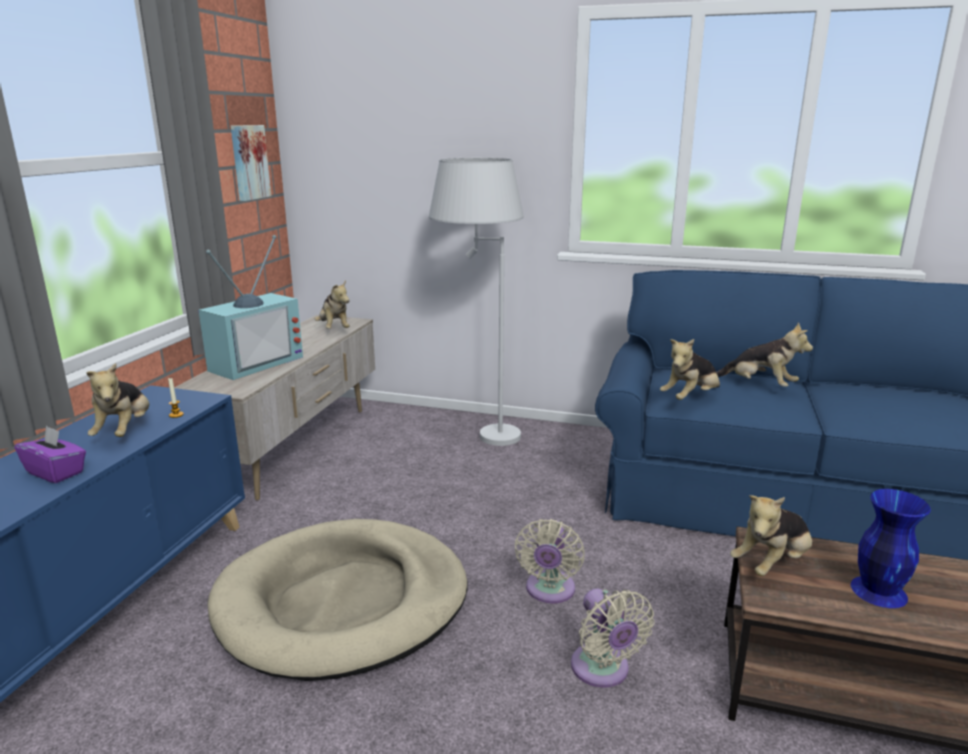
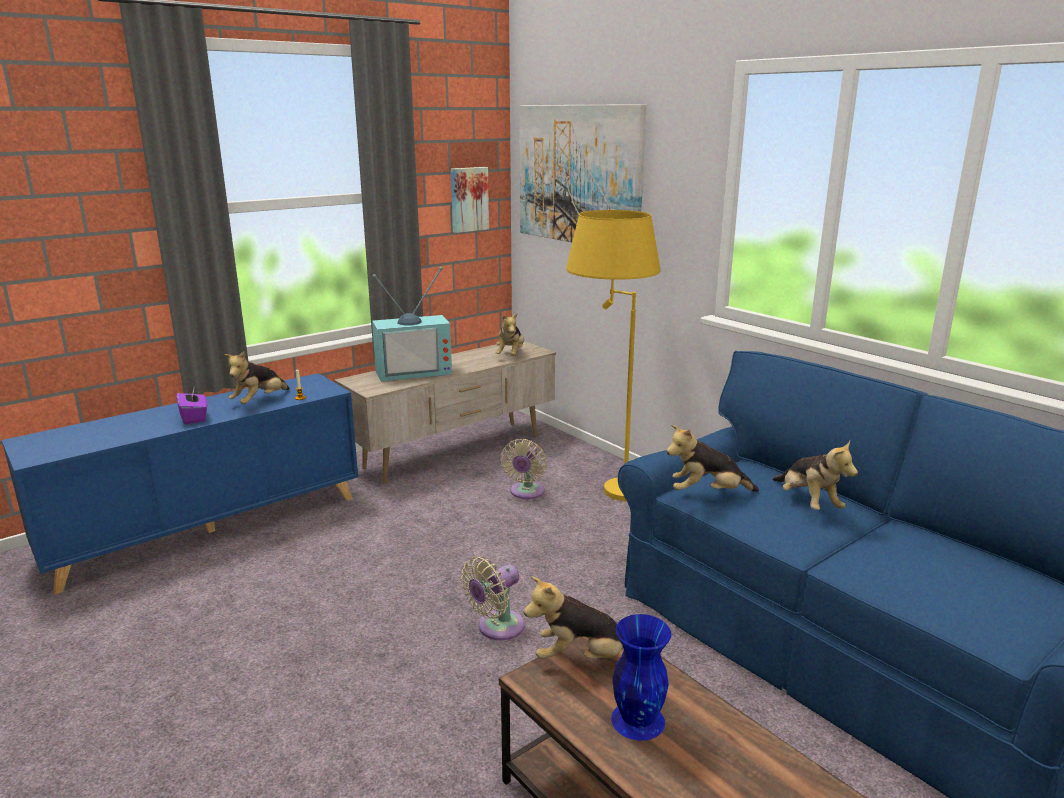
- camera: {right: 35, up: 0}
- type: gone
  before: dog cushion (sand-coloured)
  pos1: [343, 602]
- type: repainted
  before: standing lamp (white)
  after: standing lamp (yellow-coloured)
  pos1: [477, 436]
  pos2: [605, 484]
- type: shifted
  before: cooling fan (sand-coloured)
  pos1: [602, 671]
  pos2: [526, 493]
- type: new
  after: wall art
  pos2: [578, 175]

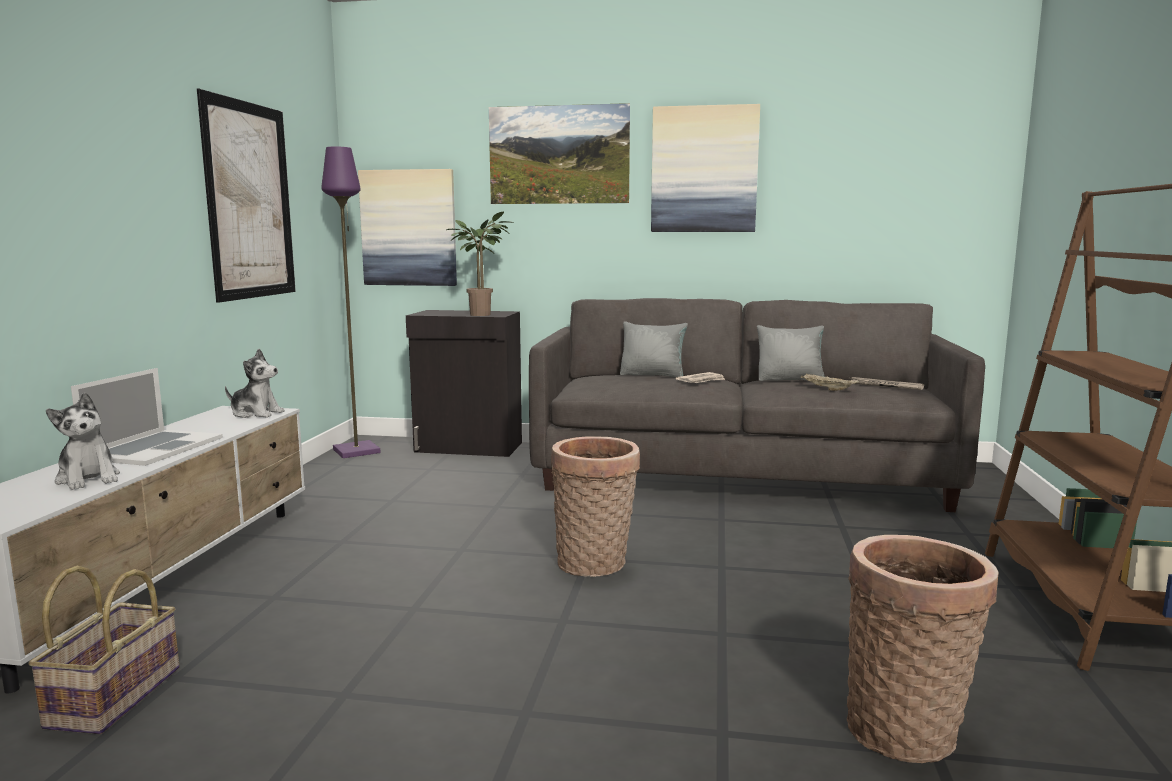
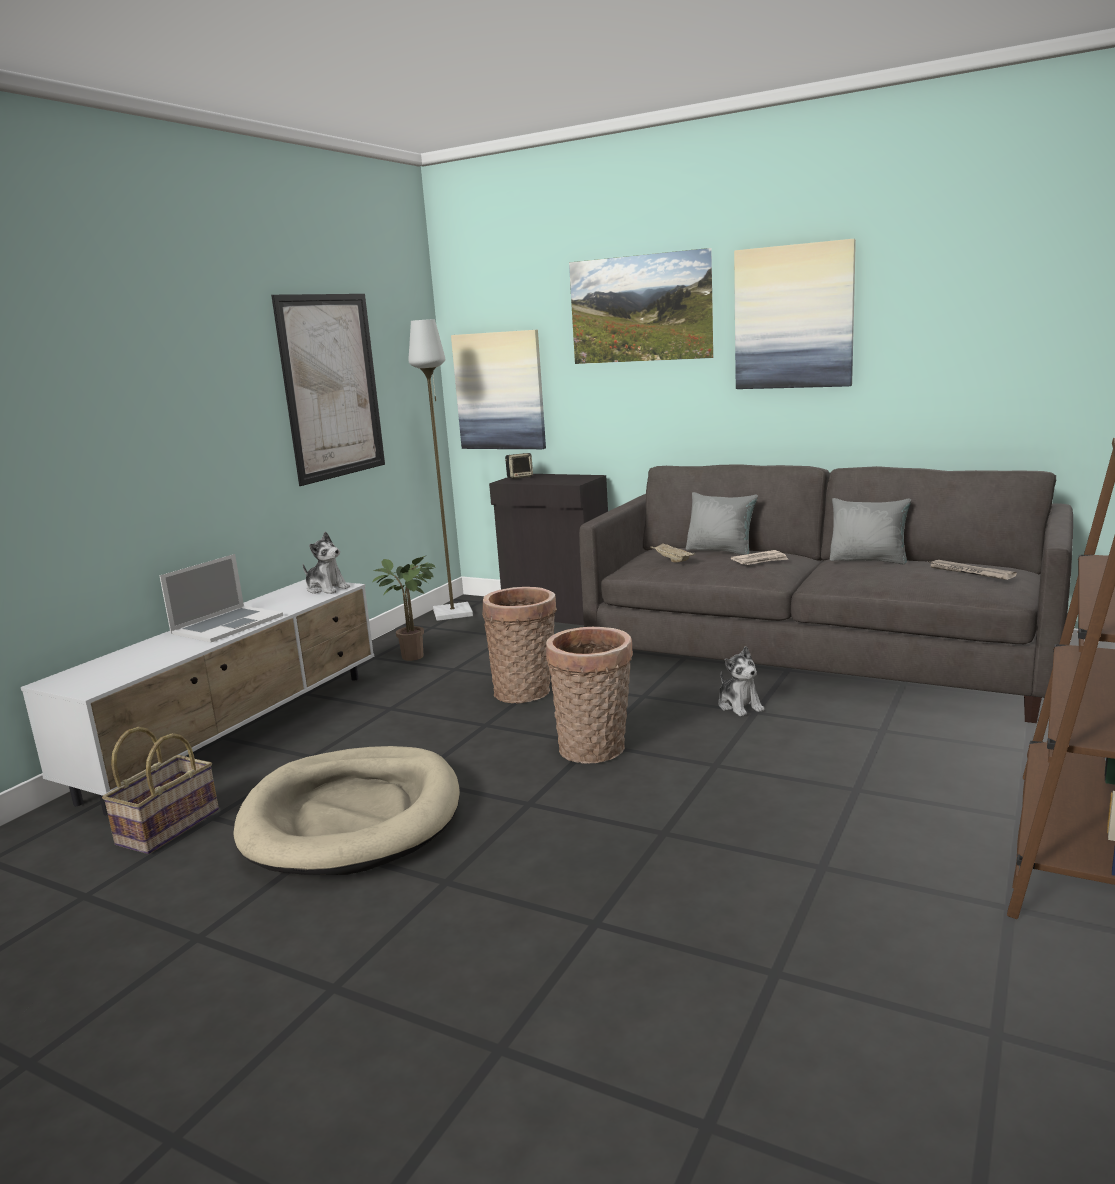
- camera: {right: 20, up: 5}
- type: shifted
  before: soft toy
  pos1: [88, 479]
  pos2: [739, 706]
- type: repainted
  before: standing lamp (purple-coloured)
  after: standing lamp (greyish)
  pos1: [357, 451]
  pos2: [453, 613]
- type: shifted
  before: potted plant
  pos1: [483, 314]
  pos2: [417, 656]
- type: shifted
  before: tray (sand-coloured)
  pos1: [827, 389]
  pos2: [671, 560]
- type: shifted
  before: basket
  pos1: [907, 729]
  pos2: [526, 692]
- type: new
  after: dog cushion (sand-coloured)
  pos2: [352, 817]
- type: new
  after: speaker
  pos2: [520, 477]

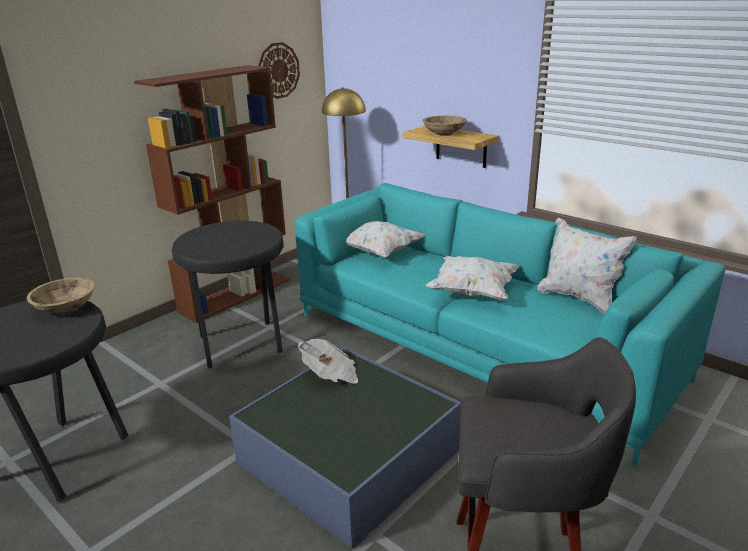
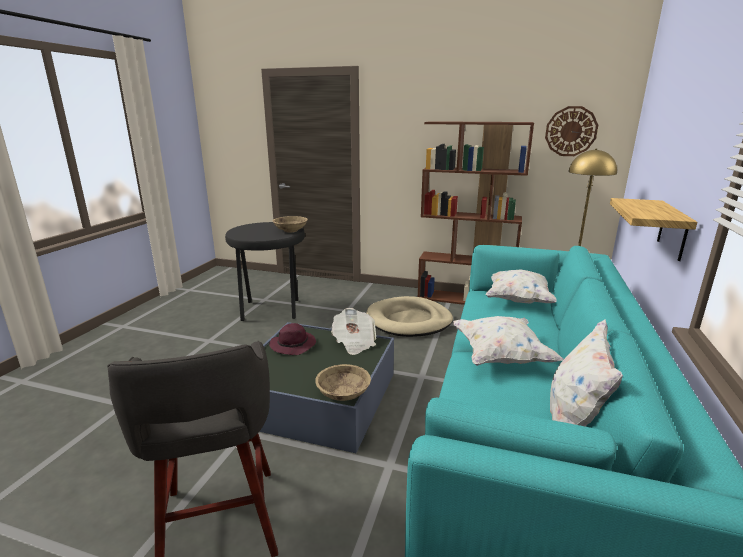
- camera: {right: 65, up: -5}
- type: swapped
  before: stool (blackish)
  after: dog cushion (sand-coloured)
  pos1: [242, 345]
  pos2: [409, 320]
- type: shifted
  before: deep dish (sand-coloured)
  pos1: [444, 133]
  pos2: [343, 394]
- type: new
  after: clothing hat (purple-coloured)
  pos2: [294, 345]

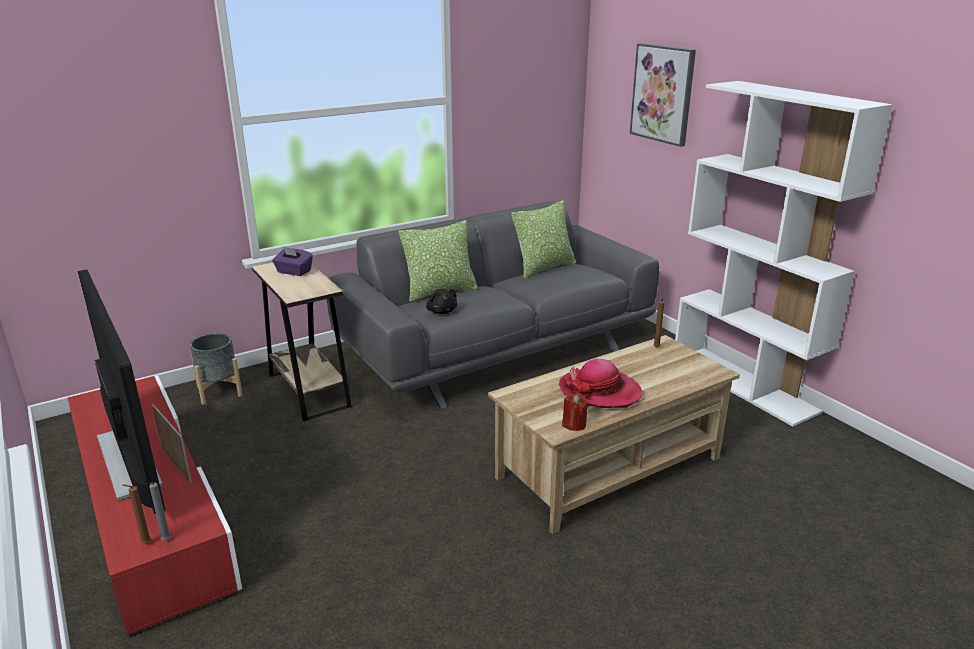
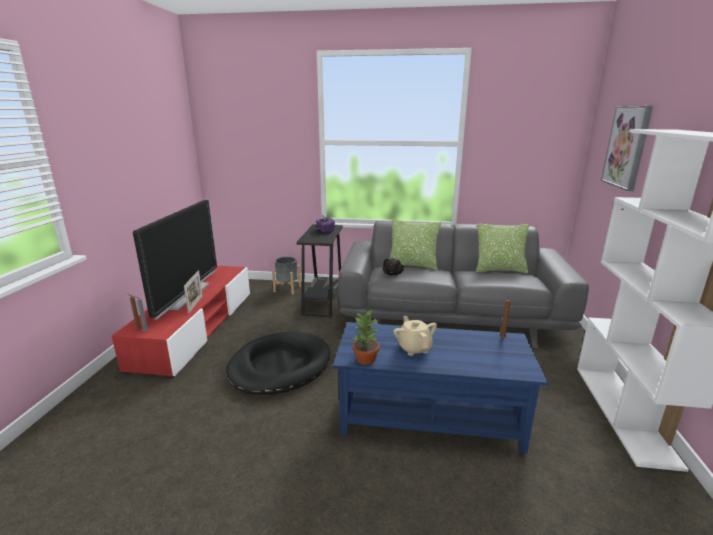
- camera: {right: 40, up: -5}
- type: repainted
  before: accent table (sand-coloured)
  after: accent table (blackish)
  pos1: [309, 390]
  pos2: [323, 302]
- type: repainted
  before: coffee table (sand-coloured)
  after: coffee table (blue-coloured)
  pos1: [609, 467]
  pos2: [430, 416]
- type: swapped
  before: clothing hat
  after: teapot (sand-coloured)
  pos1: [600, 391]
  pos2: [414, 348]
- type: swapped
  before: wax candle (reddish)
  after: potted plant
  pos1: [574, 424]
  pos2: [365, 359]
- type: new
  after: dog cushion (blackish)
  pos2: [279, 366]

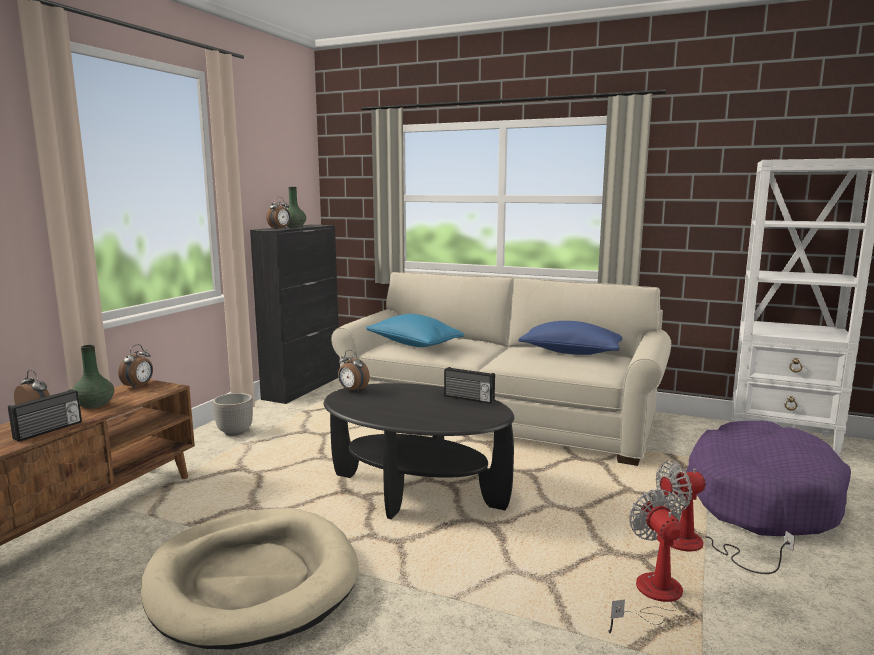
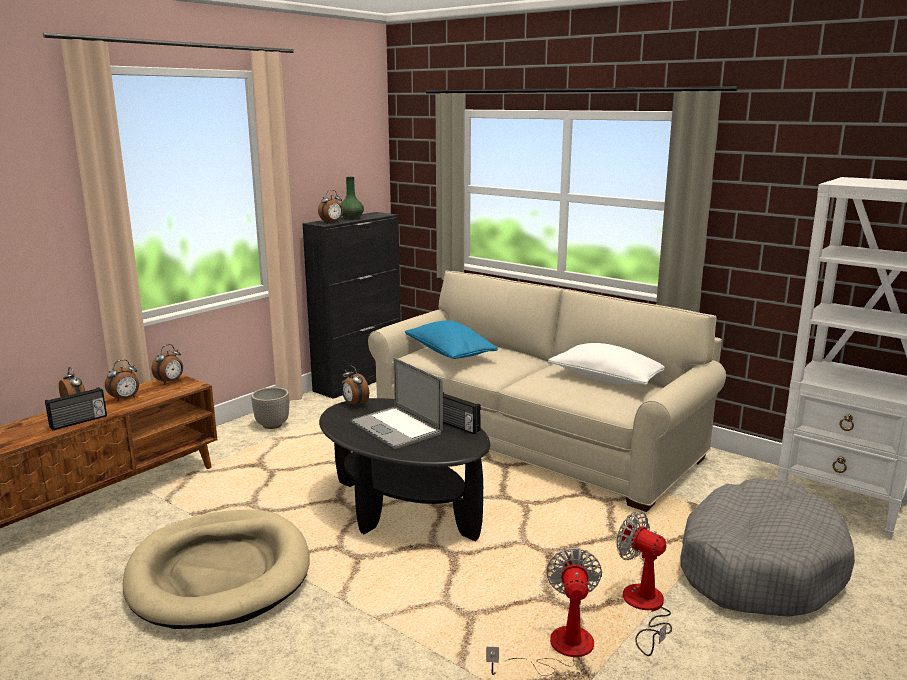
- camera: {right: 15, up: 5}
- type: swapped
  before: flower vase (green)
  after: alarm clock
  pos1: [94, 405]
  pos2: [125, 399]
- type: repainted
  before: throw pillow (blue-coloured)
  after: throw pillow (white)
  pos1: [571, 352]
  pos2: [607, 379]
- type: rotated
  before: cooling fan
  pos1: [698, 547]
  pos2: [644, 609]
  turn: 45
- type: repainted
  before: dog cushion (purple-coloured)
  after: dog cushion (greyish)
  pos1: [760, 497]
  pos2: [758, 566]
- type: new
  after: notebook computer
  pos2: [396, 428]

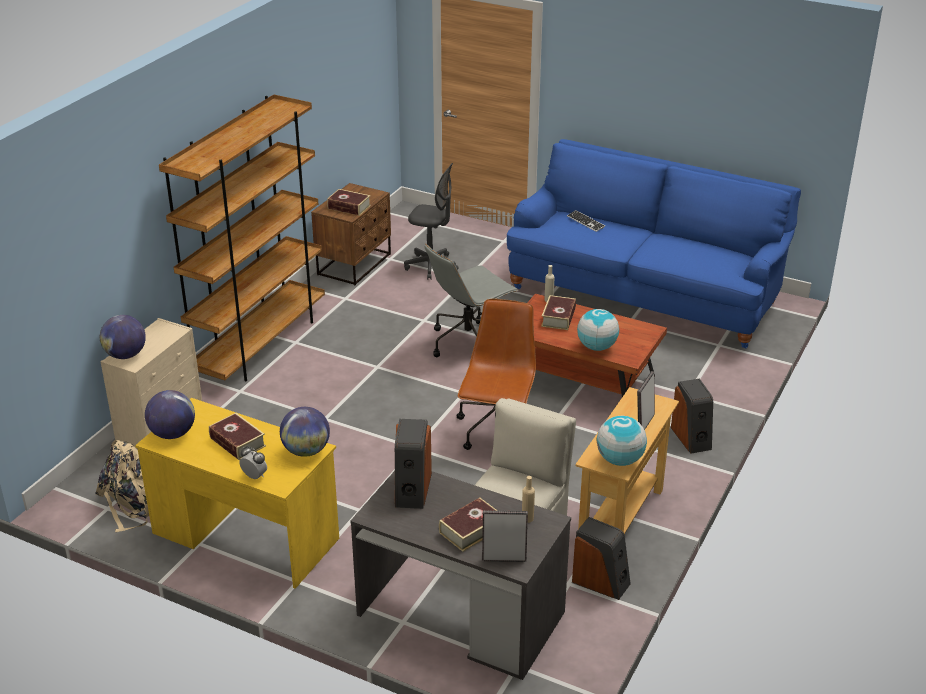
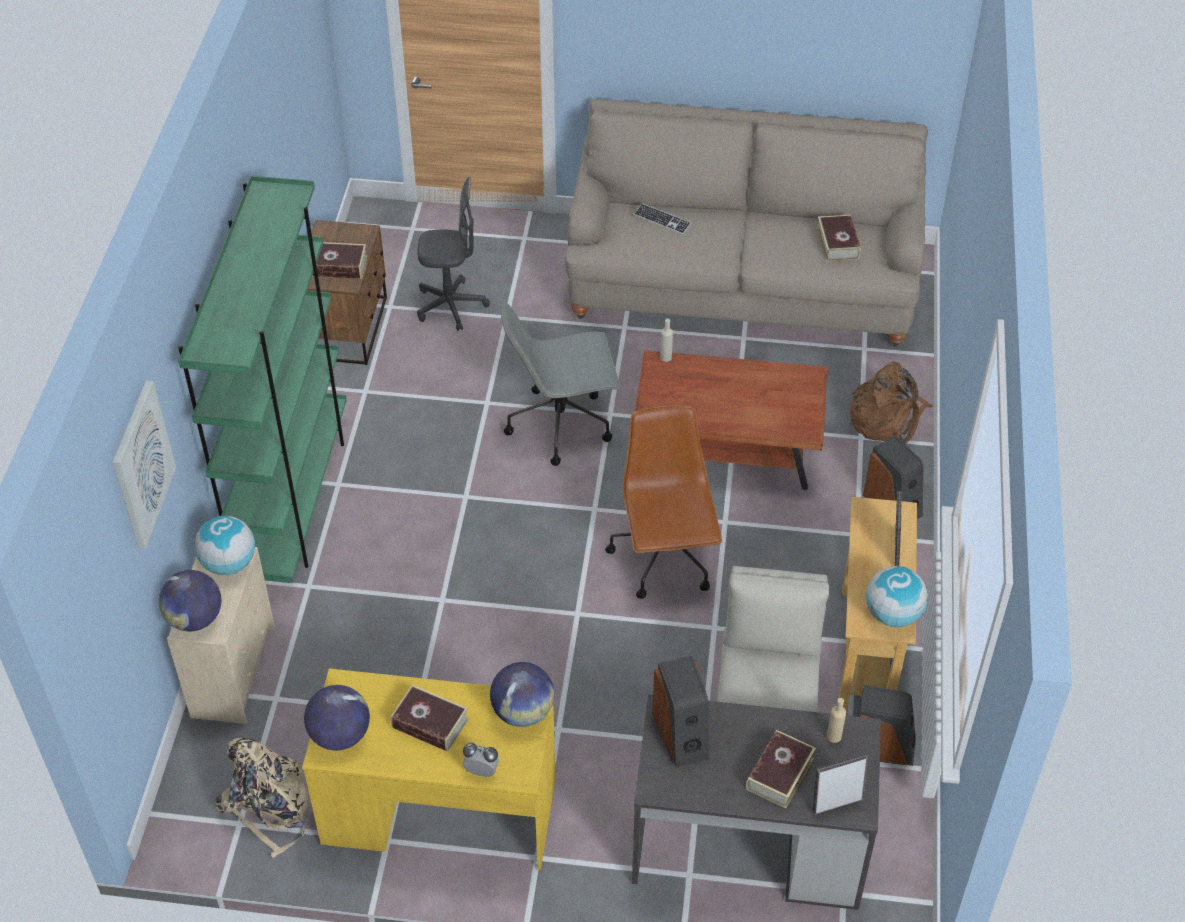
- camera: {right: -20, up: 15}
- type: repainted
  before: shelving unit (brown)
  after: shelving unit (green)
  pos1: [260, 344]
  pos2: [293, 500]
- type: rotated
  before: computer chair (greyish)
  pos1: [469, 342]
  pos2: [561, 424]
  turn: 45
- type: repainted
  before: couch (blue-coloured)
  after: couch (sand-coloured)
  pos1: [645, 293]
  pos2: [741, 285]
- type: shifted
  before: bound book
  pos1: [558, 317]
  pos2: [837, 243]
- type: shifted
  before: world globe
  pos1: [596, 347]
  pos2: [229, 564]
- type: new
  after: wall art
  pos2: [141, 464]
- type: new
  after: rucksack (brown)
  pos2: [887, 419]

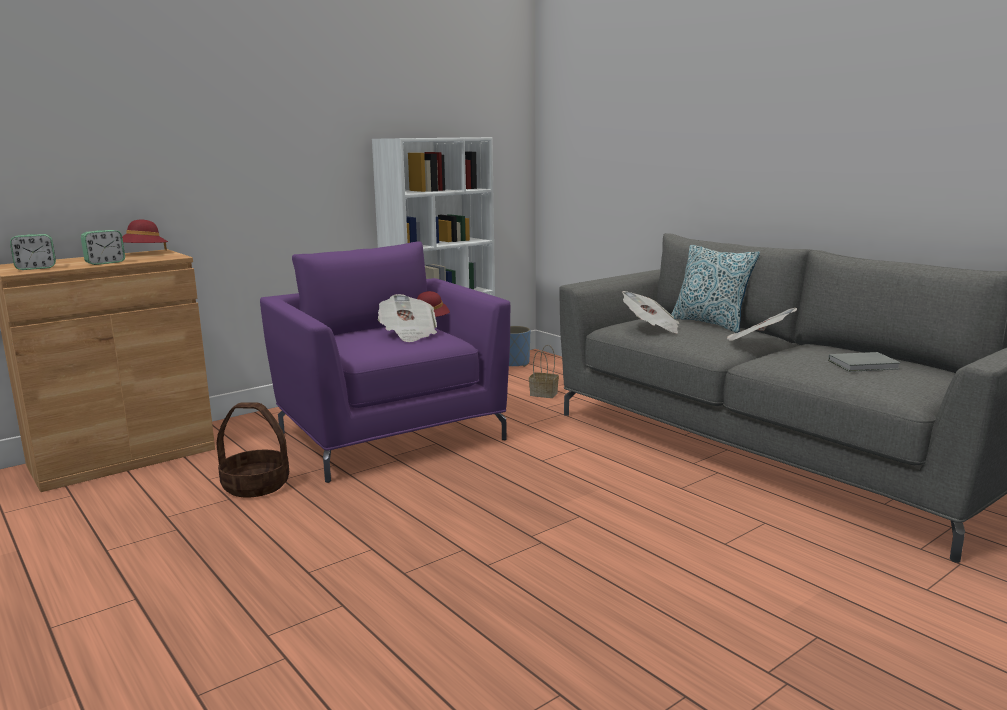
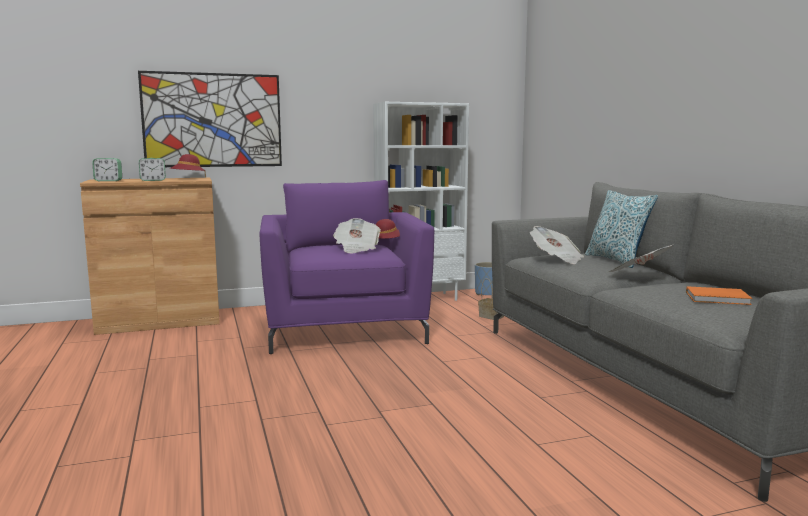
- camera: {right: 20, up: -5}
- type: gone
  before: basket
  pos1: [255, 486]
- type: repainted
  before: bound book (greyish)
  after: bound book (orange)
  pos1: [865, 365]
  pos2: [719, 298]
- type: new
  after: wall art
  pos2: [213, 120]

